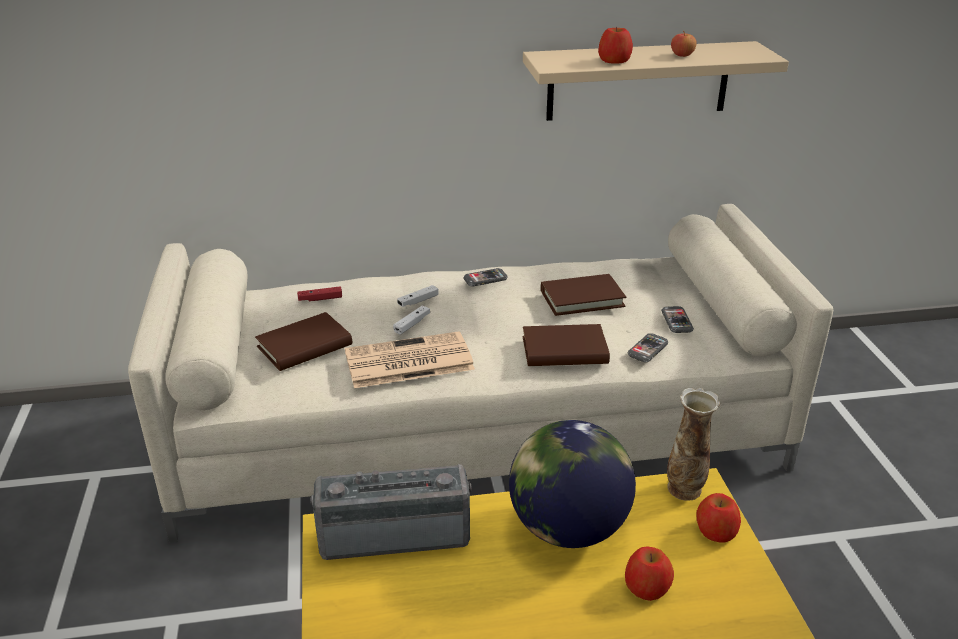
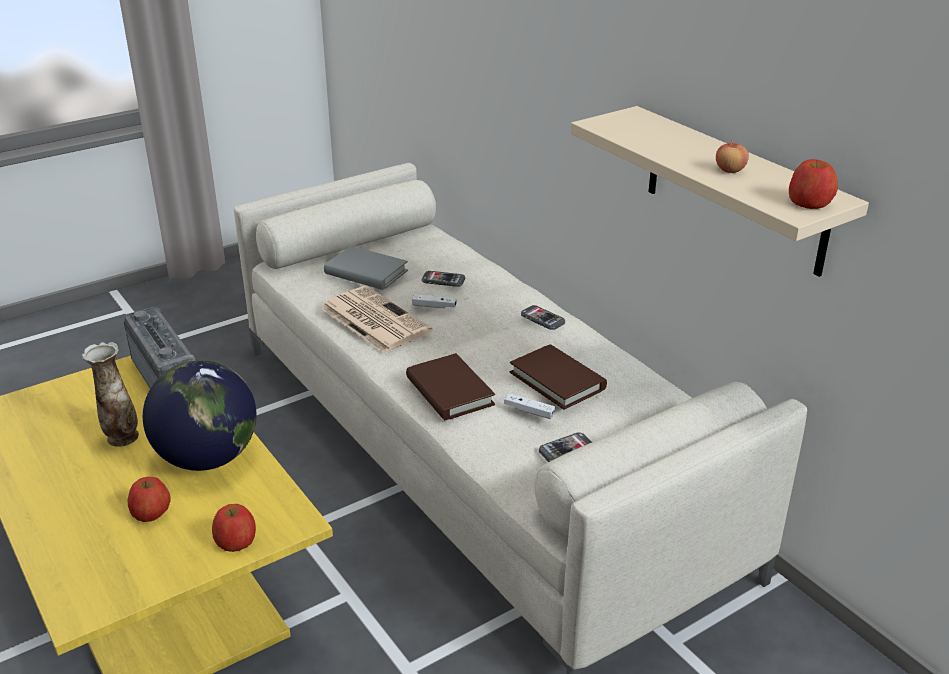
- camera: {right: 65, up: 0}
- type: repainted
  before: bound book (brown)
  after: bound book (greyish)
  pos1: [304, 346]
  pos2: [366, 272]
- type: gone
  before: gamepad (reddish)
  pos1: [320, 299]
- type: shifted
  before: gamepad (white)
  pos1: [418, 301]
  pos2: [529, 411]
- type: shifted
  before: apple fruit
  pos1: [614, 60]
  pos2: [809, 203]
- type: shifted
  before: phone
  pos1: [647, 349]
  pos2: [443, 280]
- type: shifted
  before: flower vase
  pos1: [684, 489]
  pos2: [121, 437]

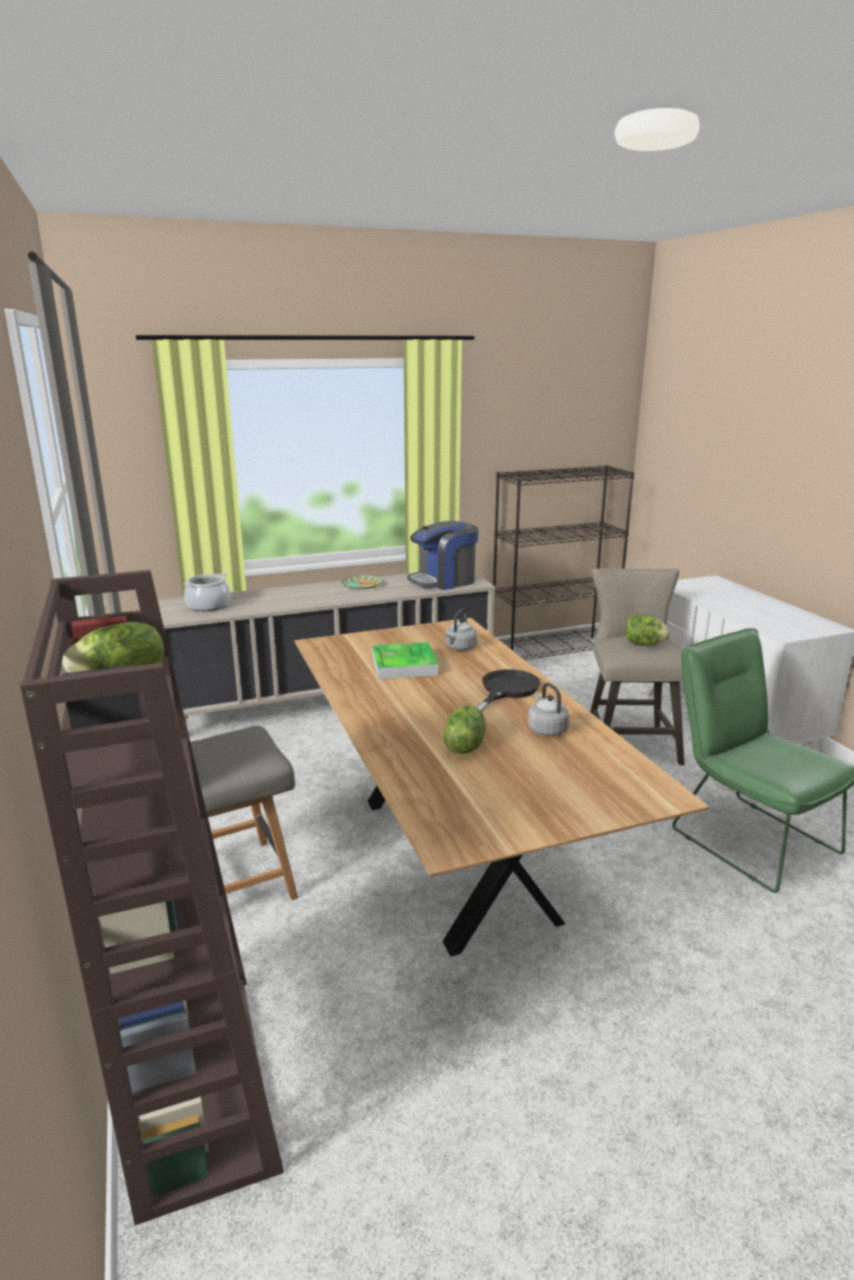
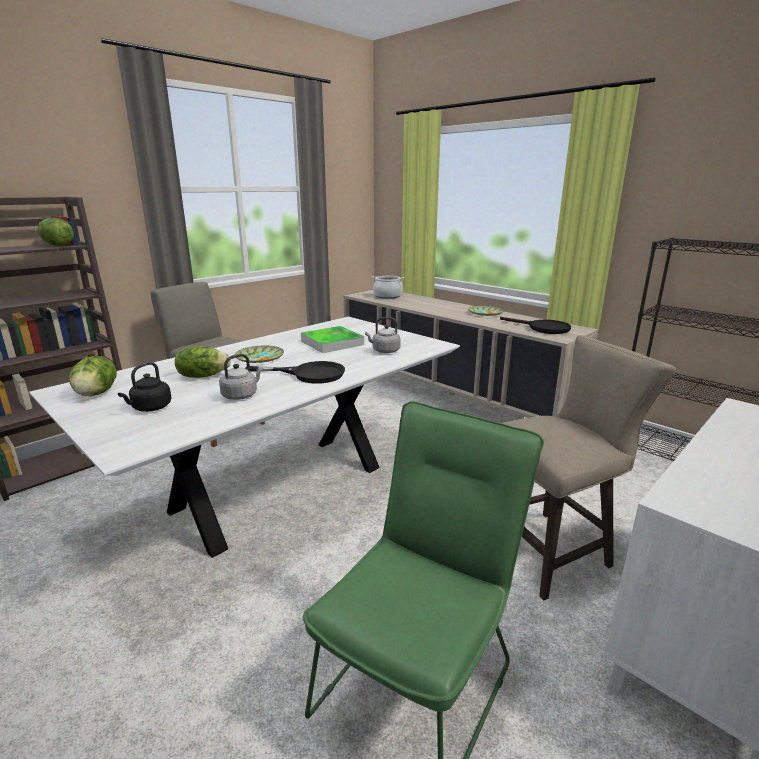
- camera: {right: 65, up: 0}
- type: repainted
  before: dinner table (brown)
  after: dinner table (white)
  pos1: [454, 854]
  pos2: [282, 488]
- type: swapped
  before: coffee machine
  after: skillet (blackish)
  pos1: [444, 581]
  pos2: [543, 328]
- type: shifted
  before: lettuce head
  pos1: [644, 644]
  pos2: [96, 394]
- type: new
  after: tea kettle (blackish)
  pos2: [150, 408]
- type: new
  after: flat dish
  pos2: [259, 357]

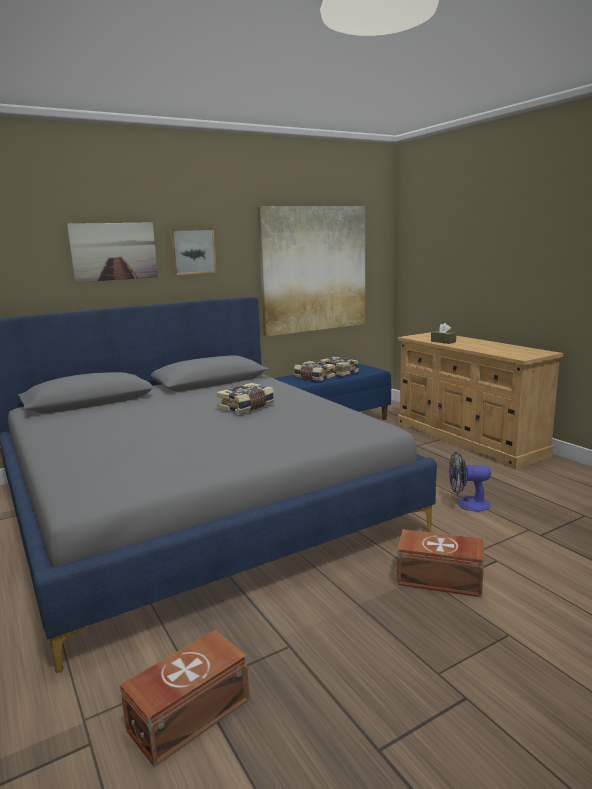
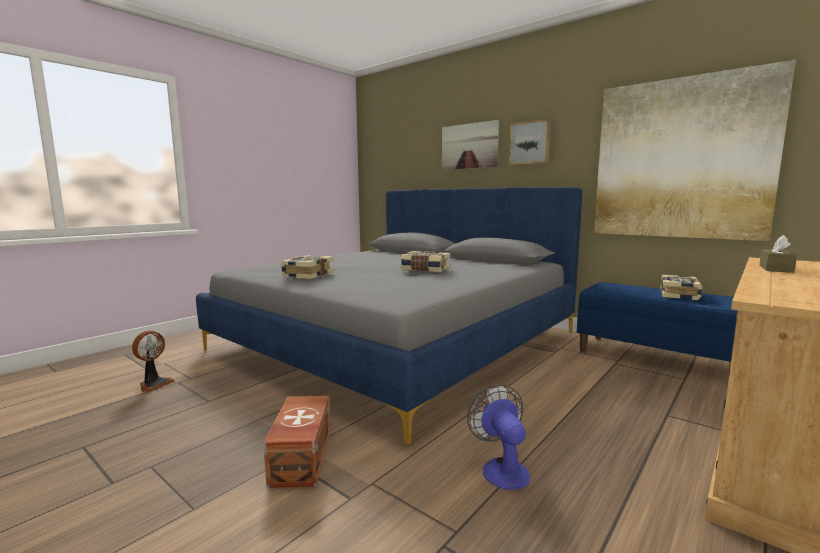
- camera: {right: 70, up: -5}
- type: swapped
  before: storage container (brown)
  after: cooling fan
  pos1: [187, 714]
  pos2: [154, 384]
- type: shifted
  before: bound book
  pos1: [314, 377]
  pos2: [307, 275]

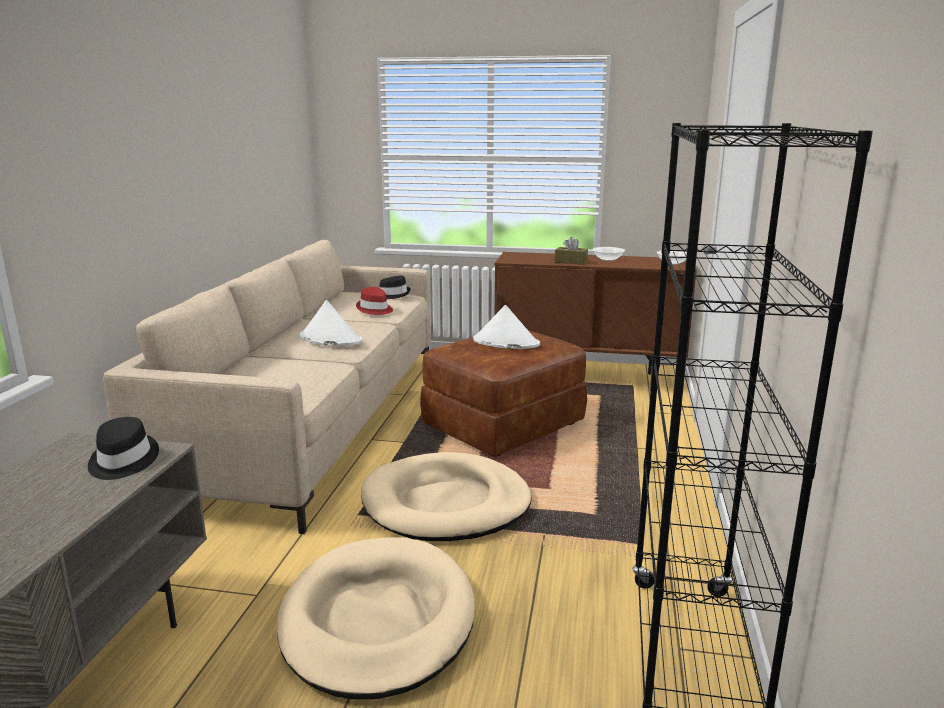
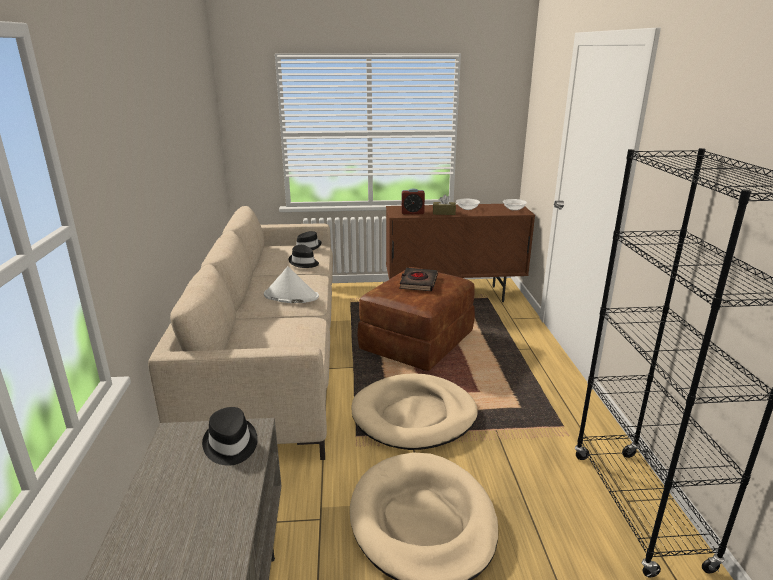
- camera: {right: -15, up: 5}
- type: repainted
  before: clothing hat (reddish)
  after: clothing hat (blackish)
  pos1: [375, 309]
  pos2: [303, 263]
- type: swapped
  before: clothing hat (white)
  after: bound book (blackish)
  pos1: [505, 342]
  pos2: [418, 283]
- type: new
  after: alarm clock
  pos2: [412, 213]

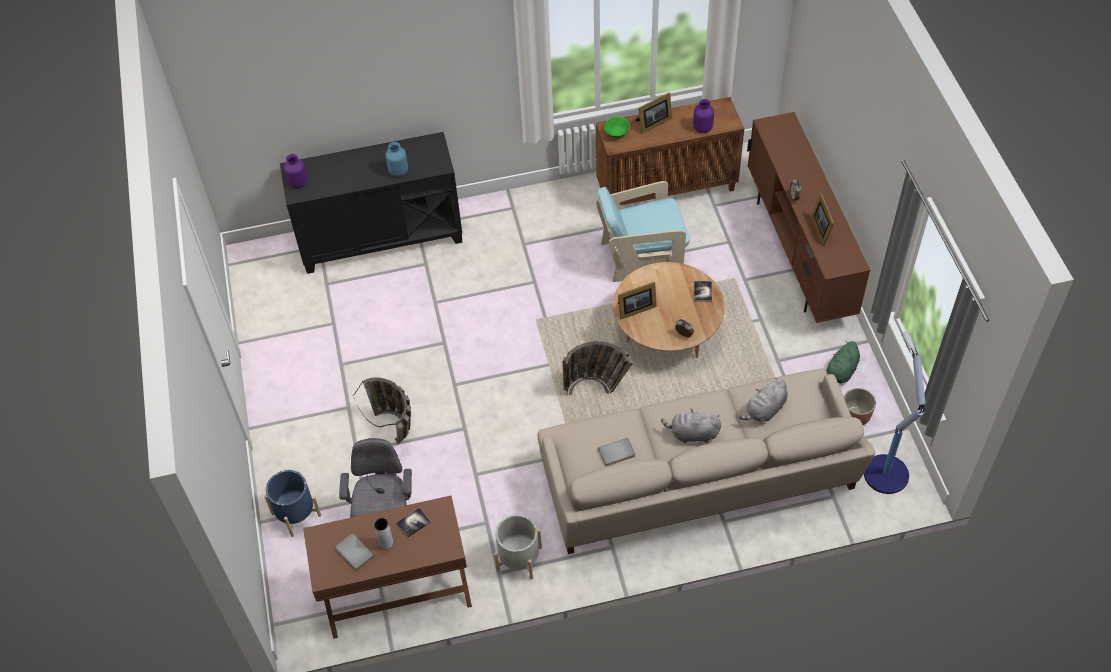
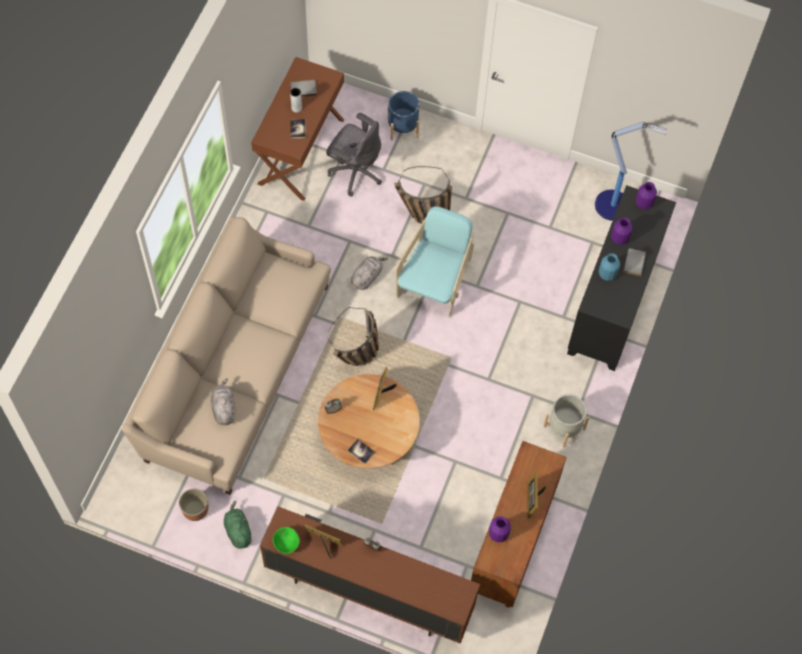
- camera: {right: 120, up: 10}
- type: shifted
  before: flower pot (greyish)
  pos1: [519, 559]
  pos2: [564, 427]
- type: shifted
  before: armchair (turquoise-coloured)
  pos1: [642, 256]
  pos2: [434, 282]
- type: shifted
  before: bound book (greyish)
  pos1: [617, 454]
  pos2: [633, 262]
- type: shifted
  before: deep dish (green)
  pos1: [617, 134]
  pos2: [286, 544]
- type: shifted
  before: soft toy (greyish)
  pos1: [692, 434]
  pos2: [367, 276]
- type: shifted
  before: standing lamp
  pos1: [885, 472]
  pos2: [613, 205]
- type: new
  after: flower vase (purple-coloured)
  pos2: [619, 238]

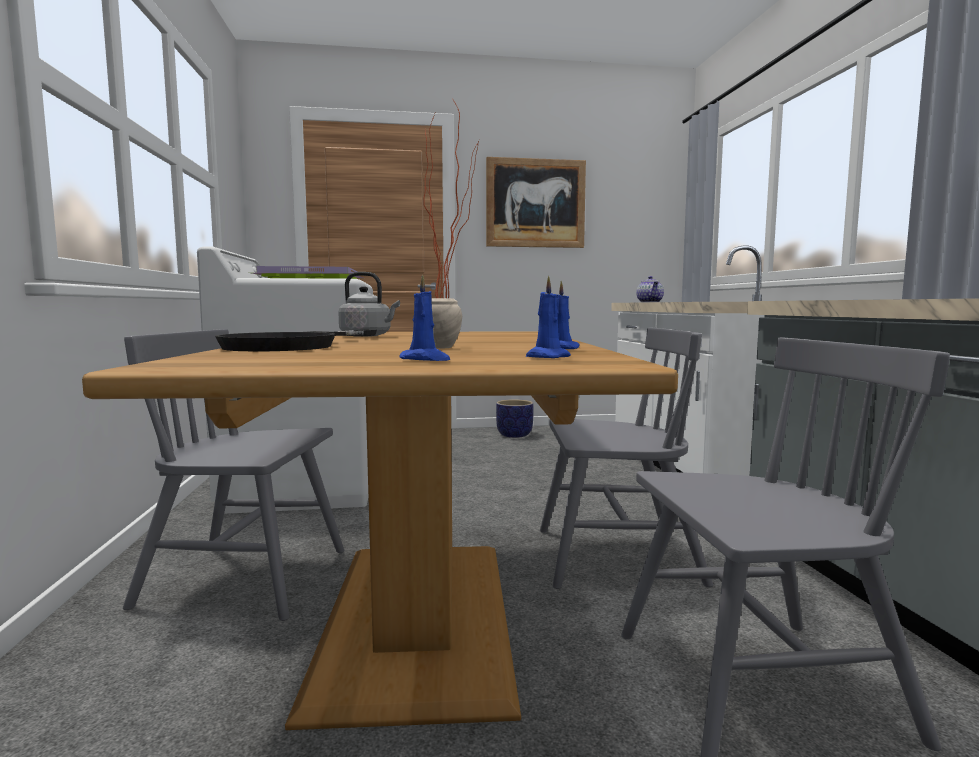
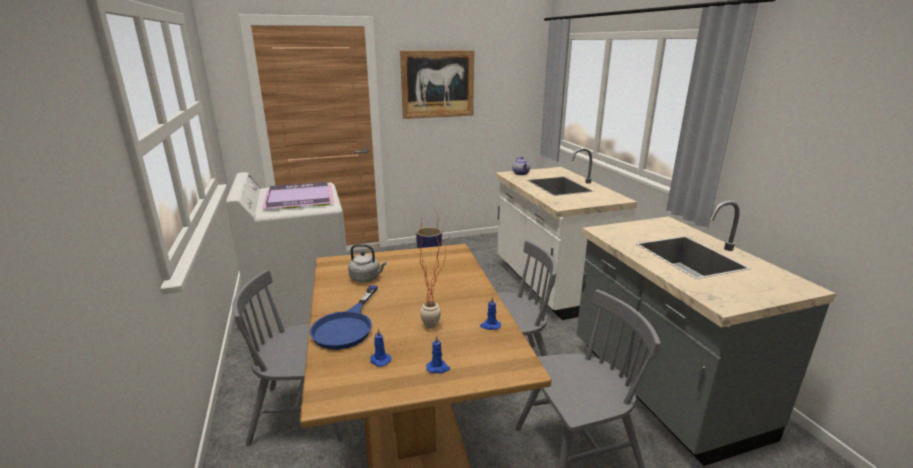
- camera: {right: -10, up: 15}
- type: repainted
  before: skillet (blackish)
  after: skillet (blue-coloured)
  pos1: [294, 345]
  pos2: [347, 326]
- type: shifted
  before: wax candle (blue-coloured)
  pos1: [545, 357]
  pos2: [379, 360]

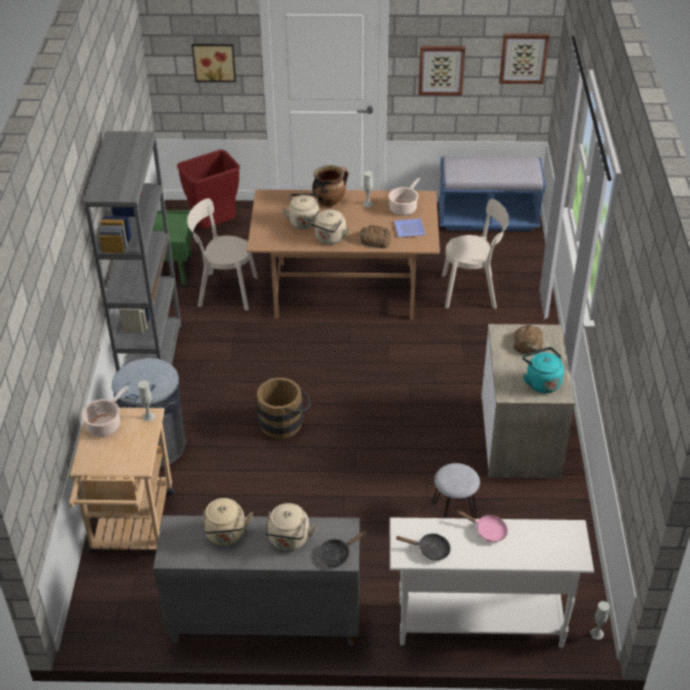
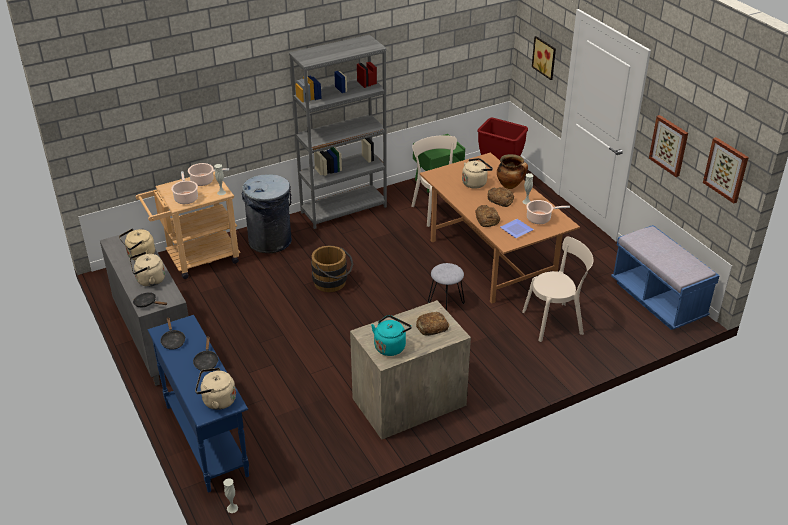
- camera: {right: 60, up: -5}
- type: shifted
  before: tea kettle (sand-coloured)
  pos1: [329, 239]
  pos2: [217, 401]
- type: repainted
  before: console table (white)
  after: console table (blue-coloured)
  pos1: [479, 623]
  pos2: [206, 440]
- type: shifted
  before: stool (greyish)
  pos1: [454, 514]
  pos2: [446, 303]
- type: rotated
  before: chair (sand-coloured)
  pos1: [472, 291]
  pos2: [555, 322]
  turn: -75
- type: repainted
  before: skillet (pink-coloured)
  after: skillet (blackish)
  pos1: [487, 531]
  pos2: [206, 361]
- type: new
  after: saucepot
  pos2: [186, 198]
- type: new
  after: bread
  pos2: [500, 199]

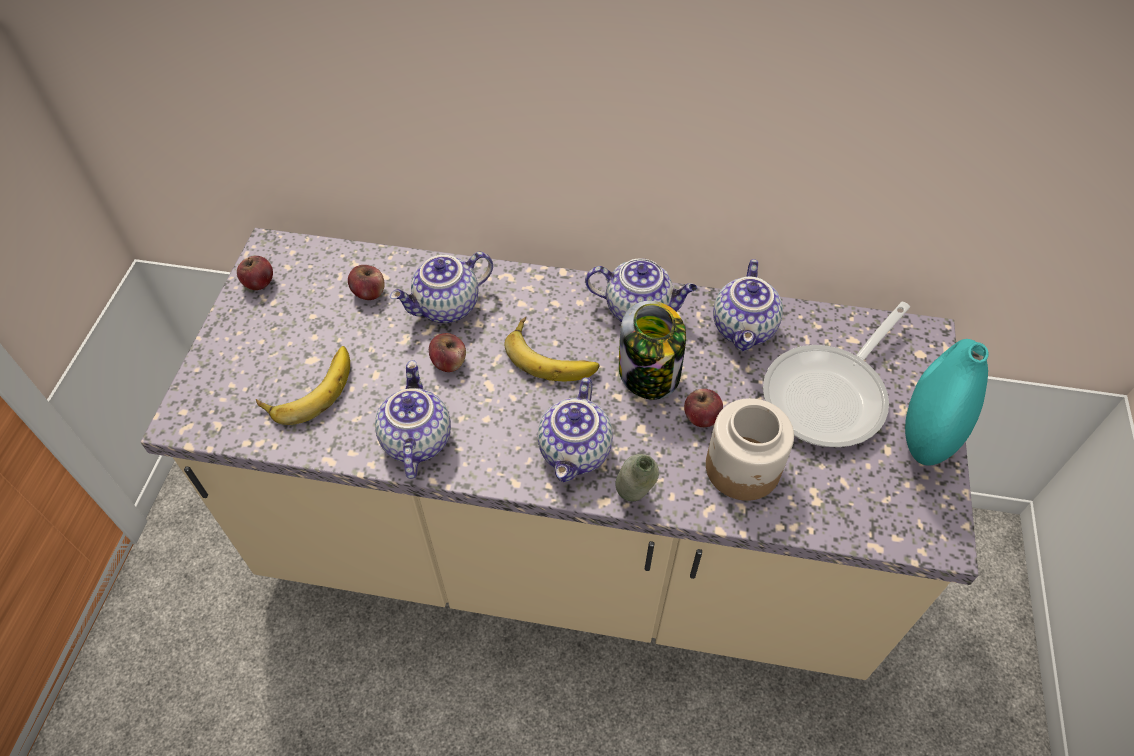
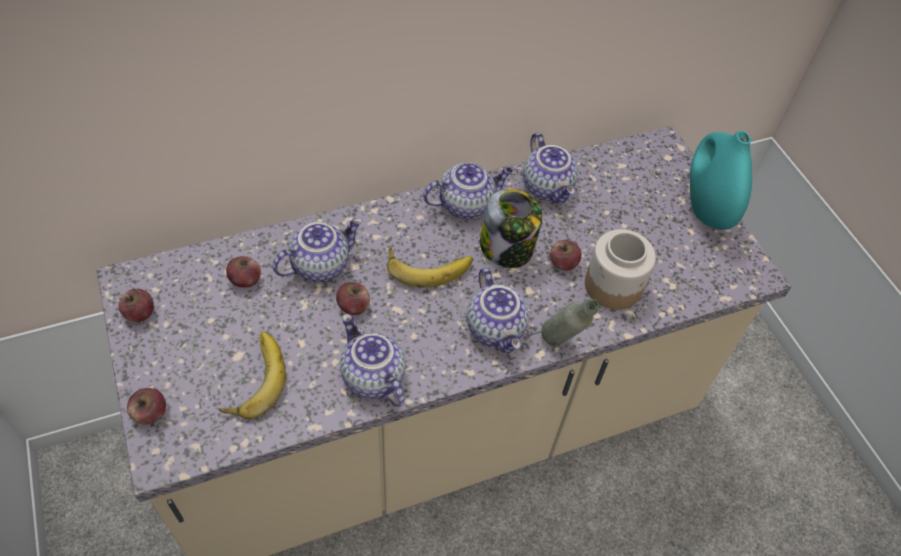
- camera: {right: -35, up: 0}
- type: rotated
  before: teapot
  pos1: [447, 307]
  pos2: [320, 264]
  turn: -150
- type: gone
  before: skillet
  pos1: [830, 395]
- type: new
  after: apple fruit
  pos2: [150, 413]

